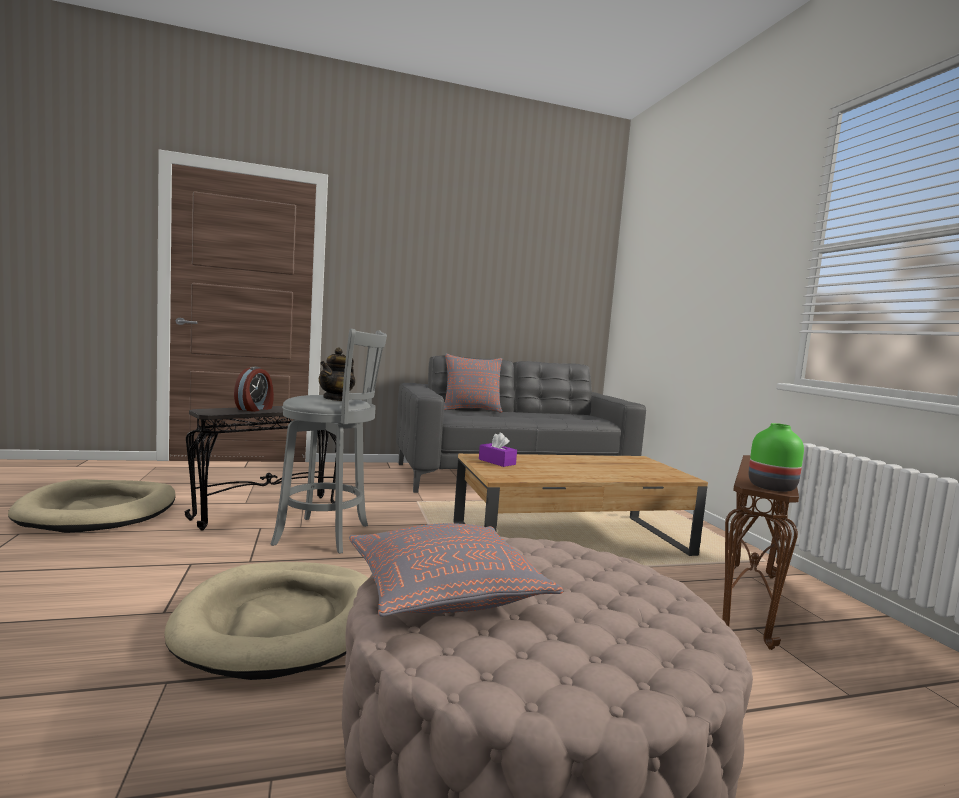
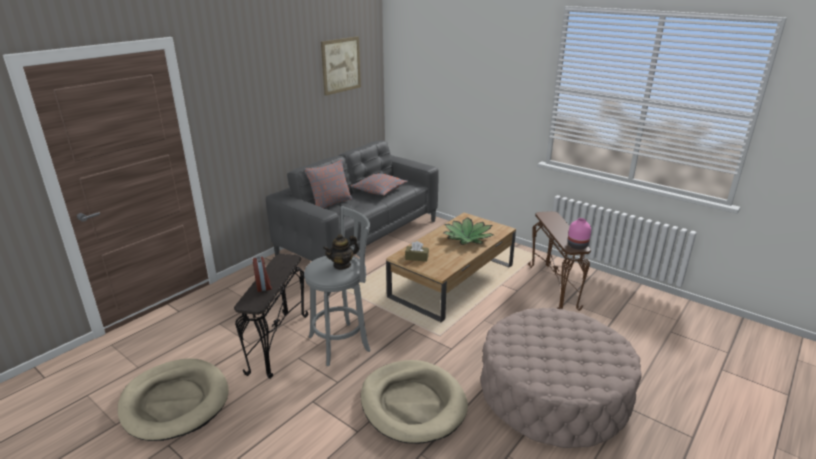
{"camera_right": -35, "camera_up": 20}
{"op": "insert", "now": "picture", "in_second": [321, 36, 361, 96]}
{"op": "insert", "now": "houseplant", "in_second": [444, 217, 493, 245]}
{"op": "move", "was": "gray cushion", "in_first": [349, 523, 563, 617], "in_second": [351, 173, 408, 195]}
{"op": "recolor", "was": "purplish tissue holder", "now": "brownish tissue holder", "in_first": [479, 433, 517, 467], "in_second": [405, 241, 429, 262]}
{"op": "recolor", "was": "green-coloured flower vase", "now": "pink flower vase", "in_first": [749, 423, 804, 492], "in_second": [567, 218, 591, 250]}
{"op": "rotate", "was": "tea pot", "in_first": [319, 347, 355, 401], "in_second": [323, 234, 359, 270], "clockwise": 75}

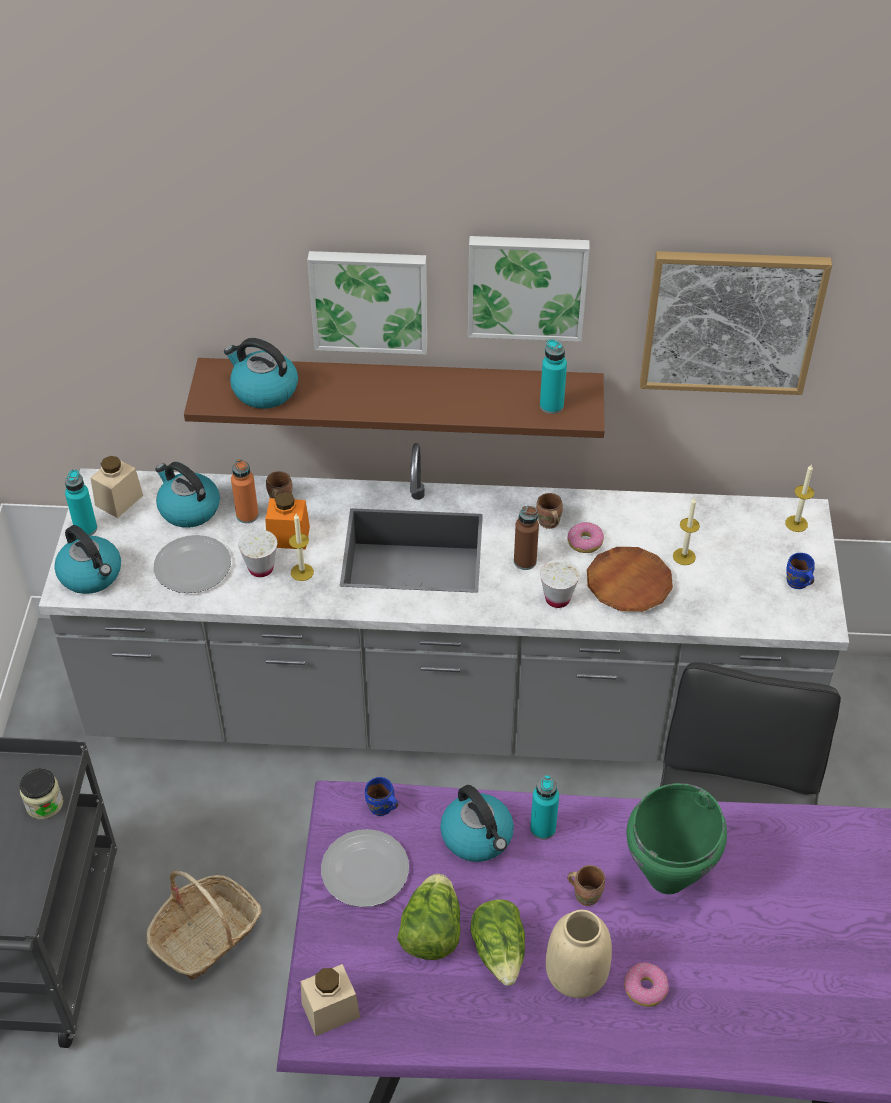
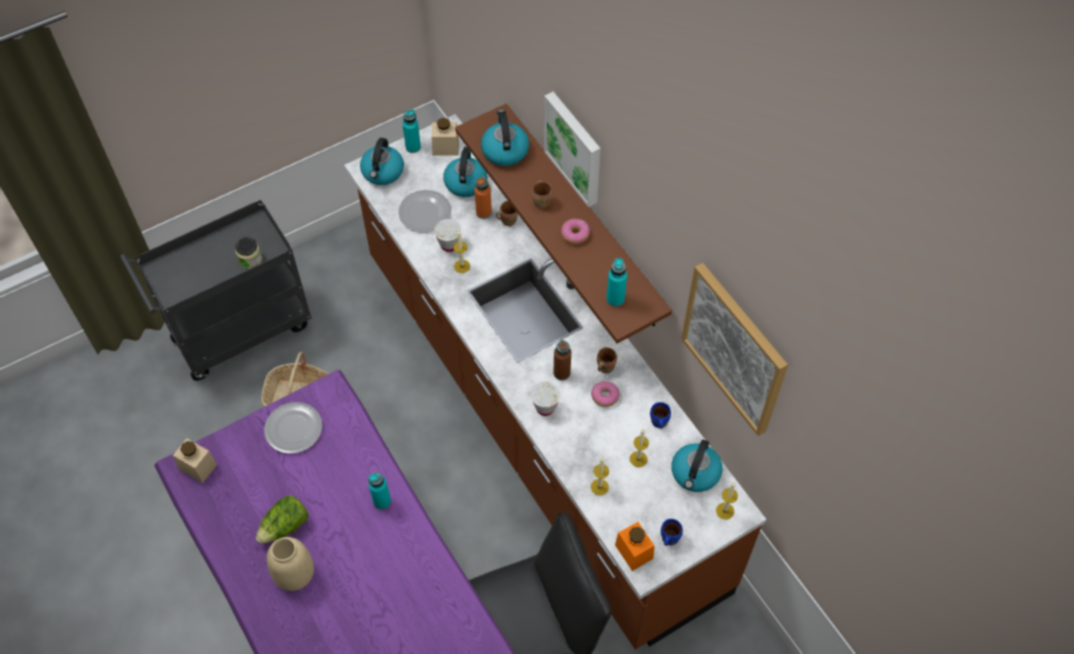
{"camera_right": 55, "camera_up": 10}
{"op": "delete", "was": "head of lettuce", "in_first": [397, 874, 460, 960]}
{"op": "delete", "was": "picture", "in_first": [468, 236, 589, 342]}
{"op": "delete", "was": "brownish plate", "in_first": [587, 547, 673, 612]}
{"op": "delete", "was": "green-coloured stockpot", "in_first": [627, 783, 727, 894]}
{"op": "insert", "now": "wax light", "in_second": [591, 457, 609, 495]}
{"op": "move", "was": "orange-coloured jar", "in_first": [265, 492, 310, 550], "in_second": [615, 522, 654, 571]}
{"op": "move", "was": "blue-coloured coffee mug", "in_first": [365, 777, 399, 816], "in_second": [650, 402, 671, 429]}
{"op": "move", "was": "tea kettle", "in_first": [440, 785, 514, 862], "in_second": [671, 440, 723, 492]}
{"op": "move", "was": "brownish coffee mug", "in_first": [567, 865, 605, 906], "in_second": [532, 180, 553, 209]}
{"op": "move", "was": "donut", "in_first": [624, 962, 669, 1007], "in_second": [561, 219, 590, 244]}
{"op": "recolor", "was": "gray counter", "now": "brownish counter", "in_first": [39, 443, 849, 763], "in_second": [344, 114, 766, 650]}

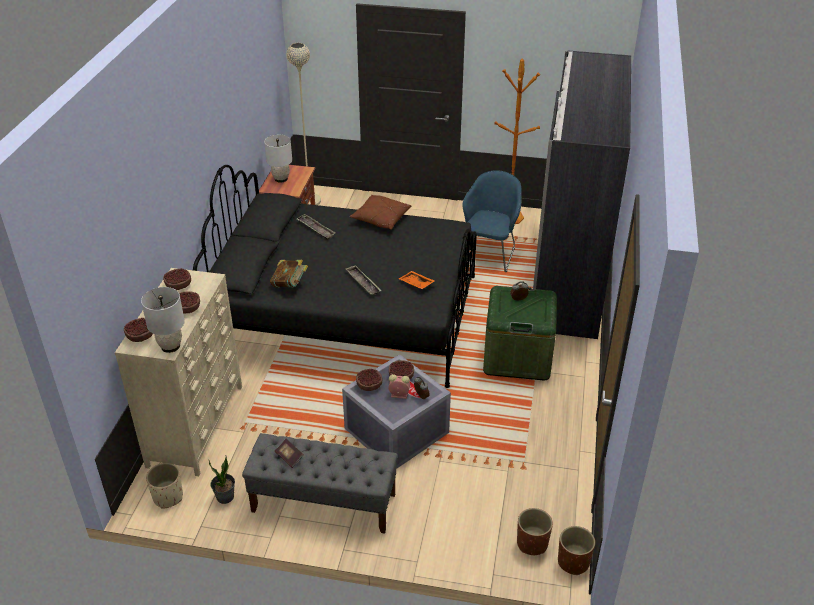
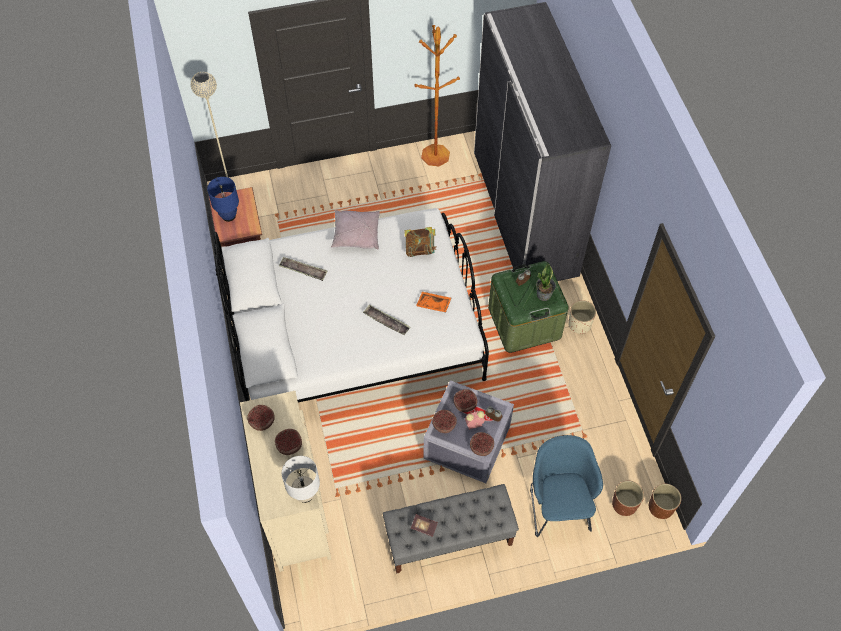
{"camera_right": -25, "camera_up": 20}
{"op": "move", "was": "serving bowl", "in_first": [124, 318, 153, 342], "in_second": [470, 432, 494, 456]}
{"op": "move", "was": "sand-coloured flower pot", "in_first": [146, 463, 183, 508], "in_second": [568, 300, 596, 334]}
{"op": "move", "was": "houseplant", "in_first": [209, 455, 235, 504], "in_second": [536, 264, 556, 301]}
{"op": "move", "was": "book", "in_first": [270, 260, 308, 288], "in_second": [405, 227, 437, 257]}
{"op": "move", "was": "blue-coloured armchair", "in_first": [462, 170, 522, 272], "in_second": [530, 435, 603, 537]}
{"op": "recolor", "was": "black-coloured bed", "now": "whitish bed", "in_first": [193, 165, 477, 388], "in_second": [213, 208, 489, 403]}
{"op": "recolor", "was": "whitish table lamp", "now": "blue-coloured table lamp", "in_first": [264, 135, 292, 183], "in_second": [207, 177, 239, 222]}
{"op": "recolor", "was": "brownish cushion", "now": "purplish cushion", "in_first": [350, 195, 411, 230], "in_second": [331, 210, 380, 249]}

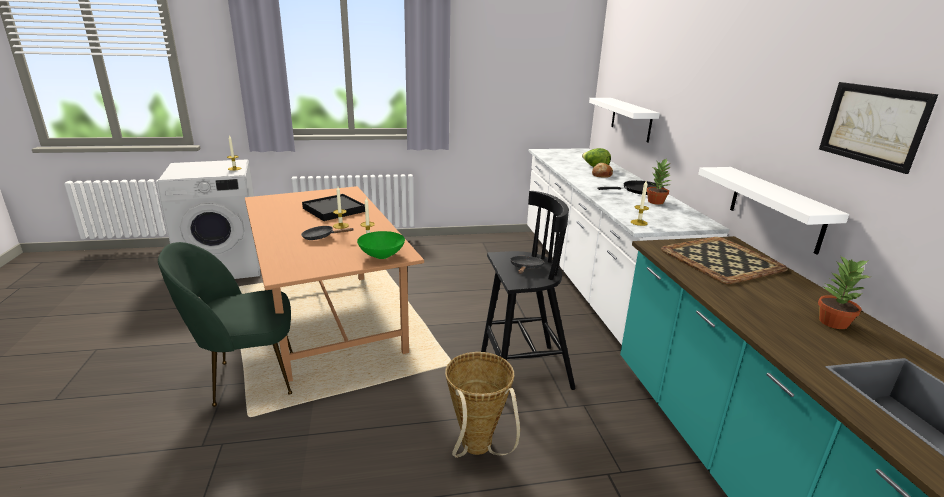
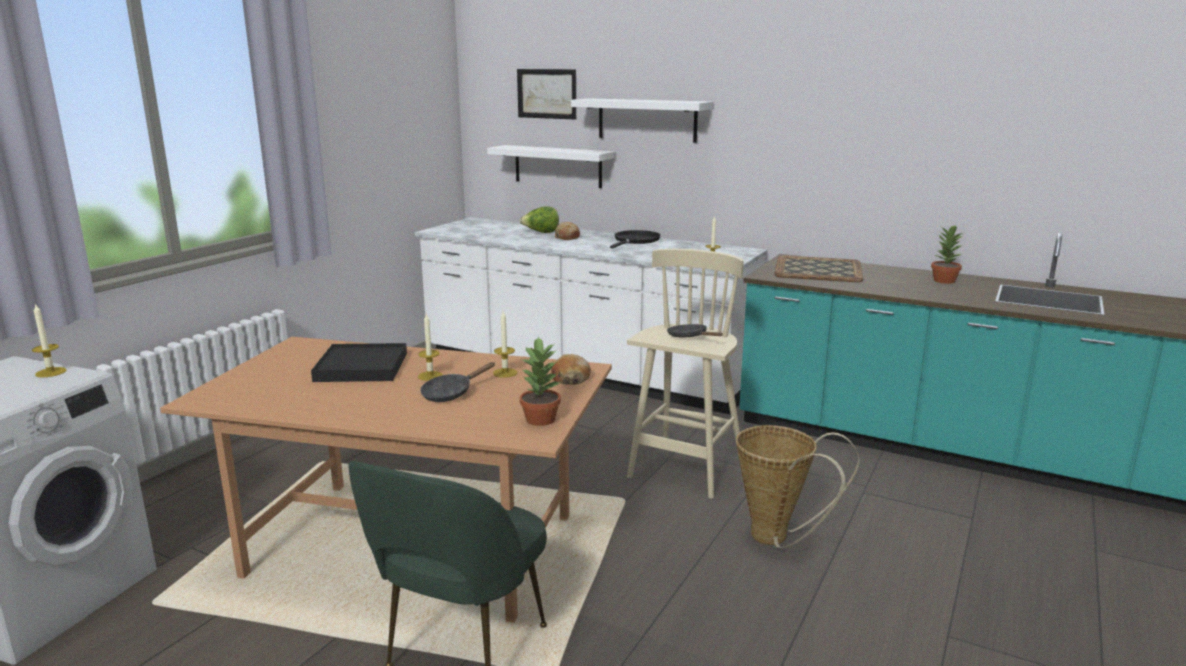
{"camera_right": -50, "camera_up": -5}
{"op": "move", "was": "houseplant", "in_first": [647, 158, 671, 205], "in_second": [520, 336, 561, 426]}
{"op": "move", "was": "whitish shelf", "in_first": [698, 167, 849, 255], "in_second": [571, 98, 712, 143]}
{"op": "move", "was": "picture", "in_first": [819, 82, 938, 174], "in_second": [517, 69, 576, 120]}
{"op": "replace", "was": "green-coloured serving bowl", "now": "bakery bread", "in_first": [357, 231, 405, 259], "in_second": [551, 354, 591, 385]}
{"op": "recolor", "was": "black-coloured stool seat", "now": "sand-coloured stool seat", "in_first": [481, 191, 576, 390], "in_second": [627, 249, 744, 499]}

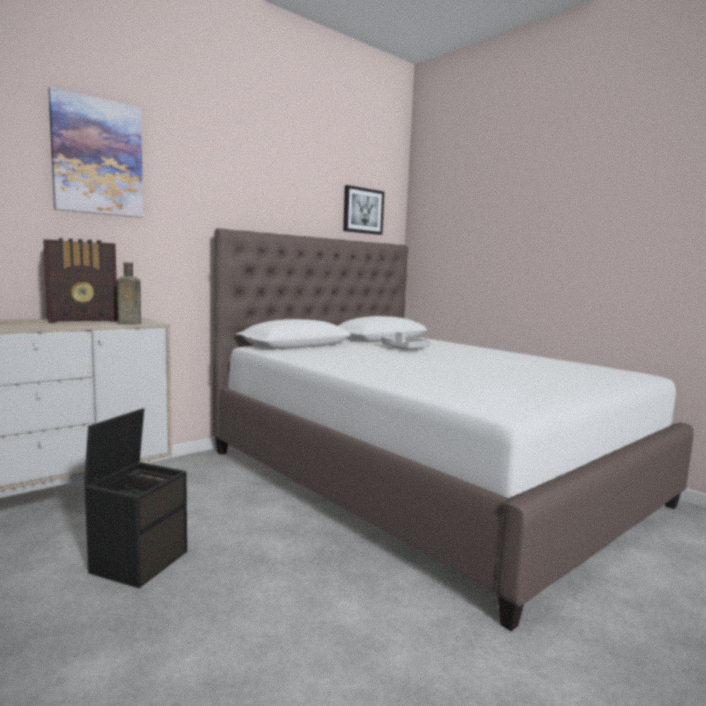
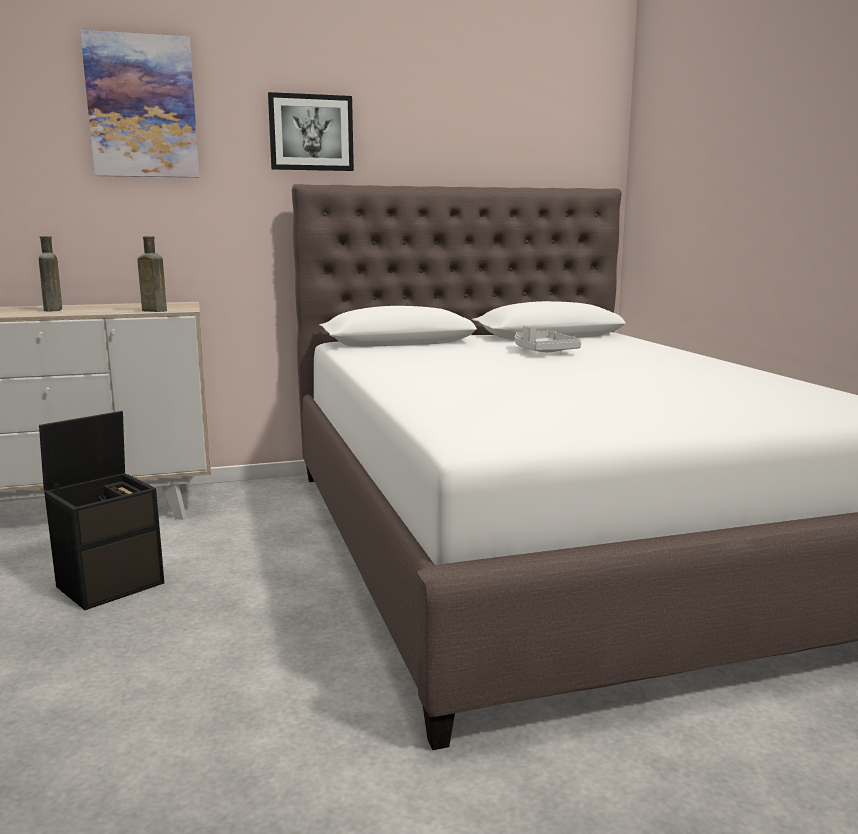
{"camera_right": 25, "camera_up": 5}
{"op": "delete", "was": "radio receiver", "in_first": [43, 238, 118, 323]}
{"op": "insert", "now": "brownish beverage bottle", "in_second": [39, 236, 62, 311]}
{"op": "move", "was": "picture", "in_first": [343, 185, 384, 235], "in_second": [268, 92, 354, 171]}

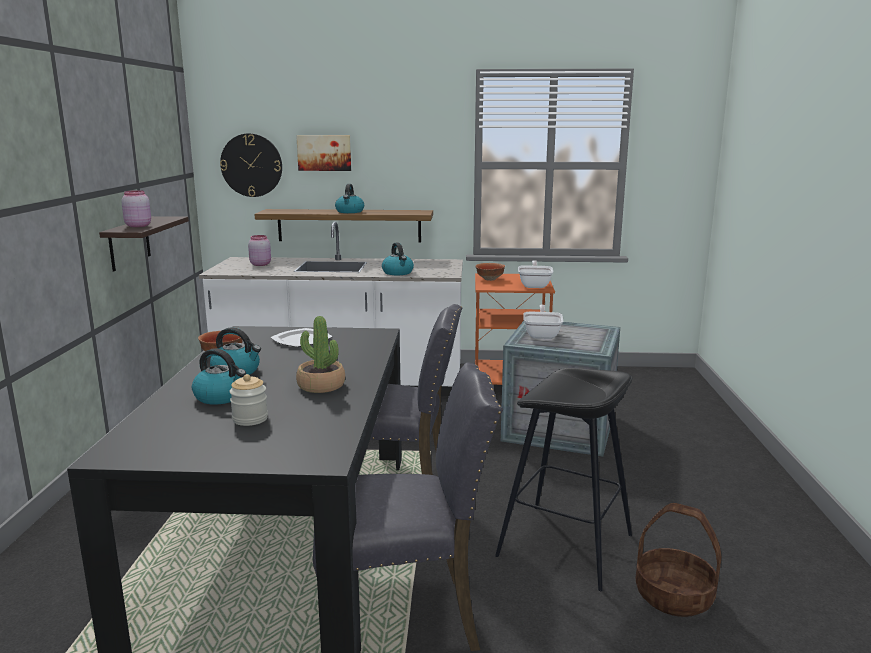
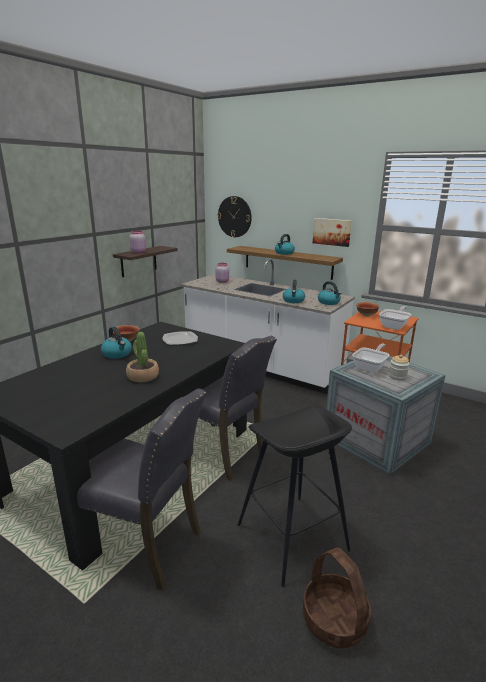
{"camera_right": 30, "camera_up": 5}
{"op": "move", "was": "tea kettle", "in_first": [192, 348, 246, 405], "in_second": [318, 281, 341, 305]}
{"op": "move", "was": "jar", "in_first": [229, 374, 268, 426], "in_second": [389, 355, 410, 381]}
{"op": "move", "was": "picture", "in_first": [296, 135, 351, 171], "in_second": [313, 218, 352, 247]}

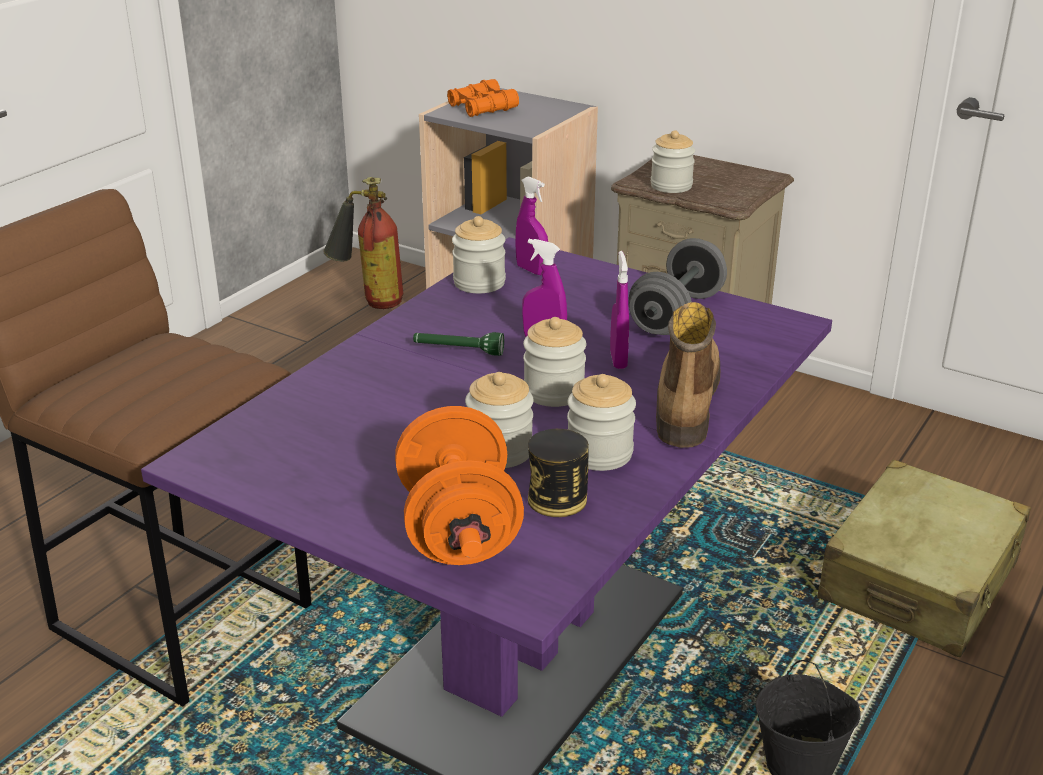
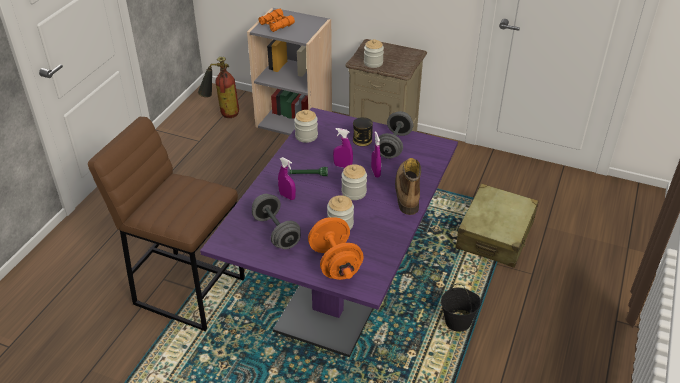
{"camera_right": -10, "camera_up": 10}
{"op": "delete", "was": "jar", "in_first": [567, 374, 636, 471]}
{"op": "insert", "now": "gray dumbbell", "in_second": [252, 194, 301, 249]}
{"op": "move", "was": "purplish spray bottle", "in_first": [515, 176, 548, 275], "in_second": [278, 157, 296, 200]}
{"op": "move", "was": "metal can", "in_first": [528, 429, 589, 517], "in_second": [353, 117, 373, 146]}

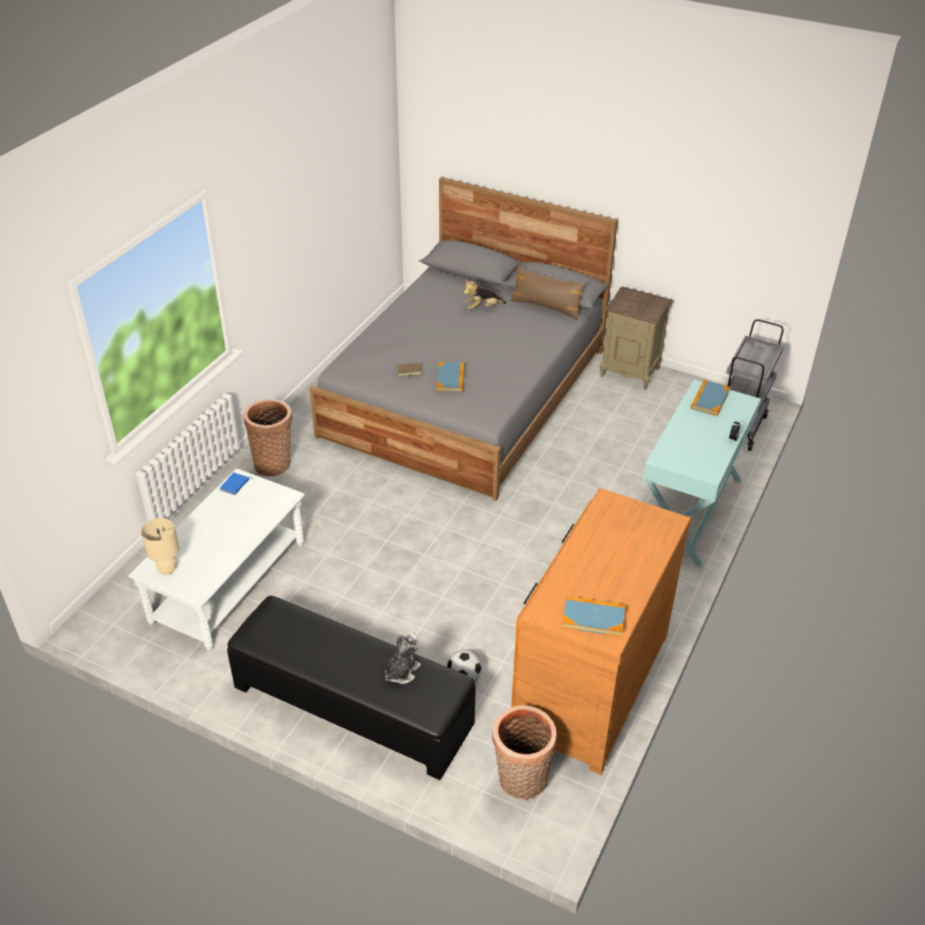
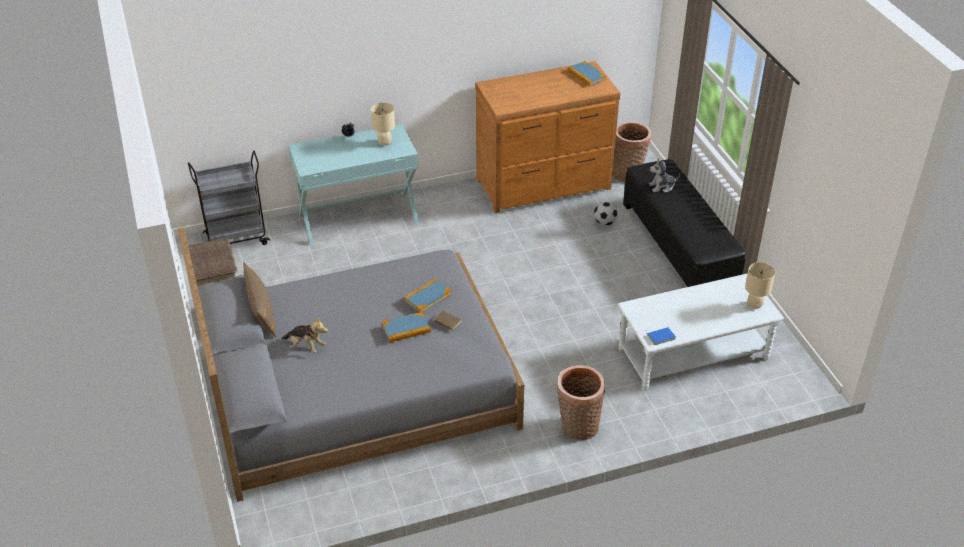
{"camera_right": -135, "camera_up": 0}
{"op": "insert", "now": "sand-coloured table lamp", "in_second": [371, 102, 395, 146]}
{"op": "move", "was": "book", "in_first": [691, 380, 730, 416], "in_second": [382, 312, 431, 342]}

